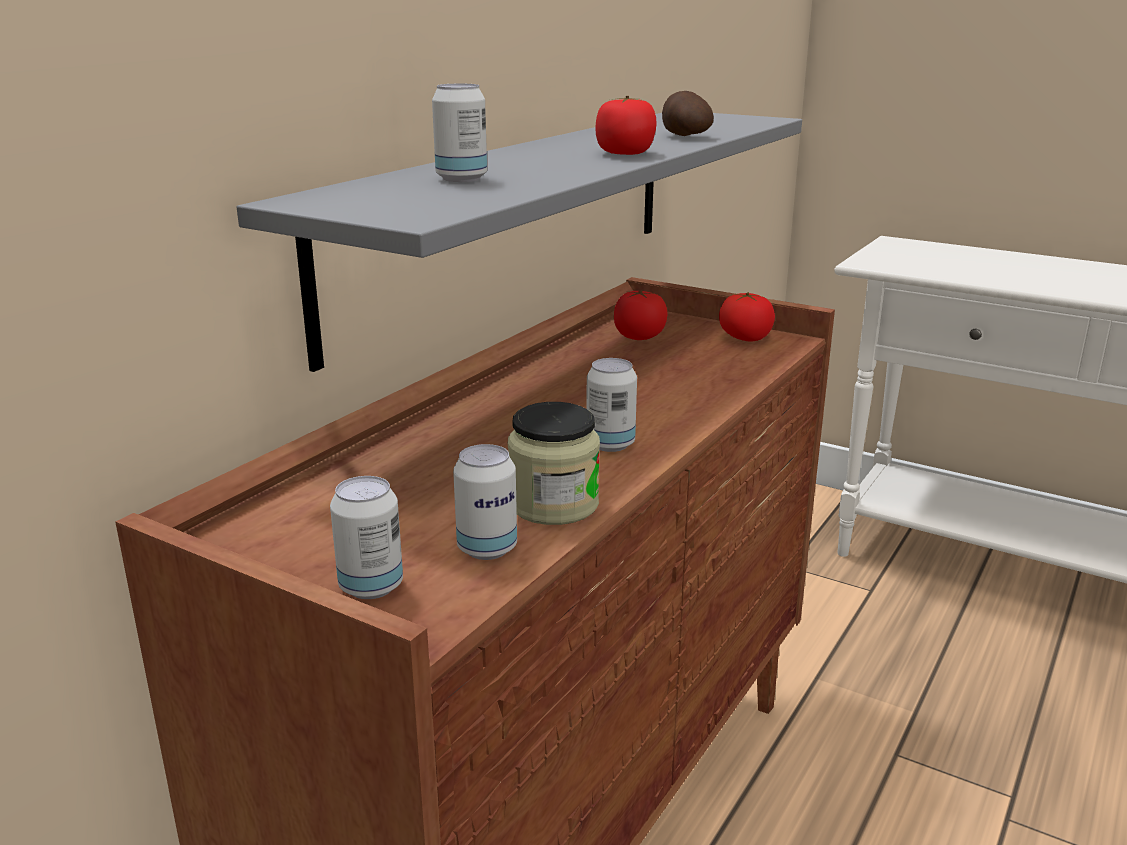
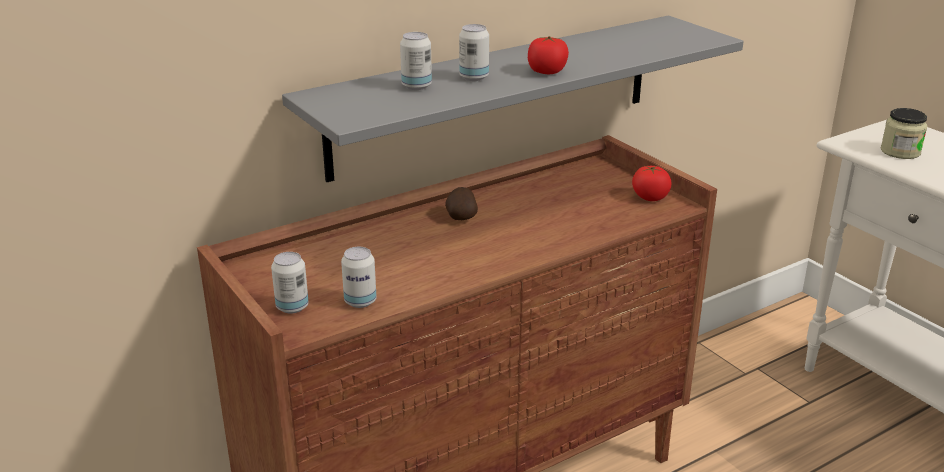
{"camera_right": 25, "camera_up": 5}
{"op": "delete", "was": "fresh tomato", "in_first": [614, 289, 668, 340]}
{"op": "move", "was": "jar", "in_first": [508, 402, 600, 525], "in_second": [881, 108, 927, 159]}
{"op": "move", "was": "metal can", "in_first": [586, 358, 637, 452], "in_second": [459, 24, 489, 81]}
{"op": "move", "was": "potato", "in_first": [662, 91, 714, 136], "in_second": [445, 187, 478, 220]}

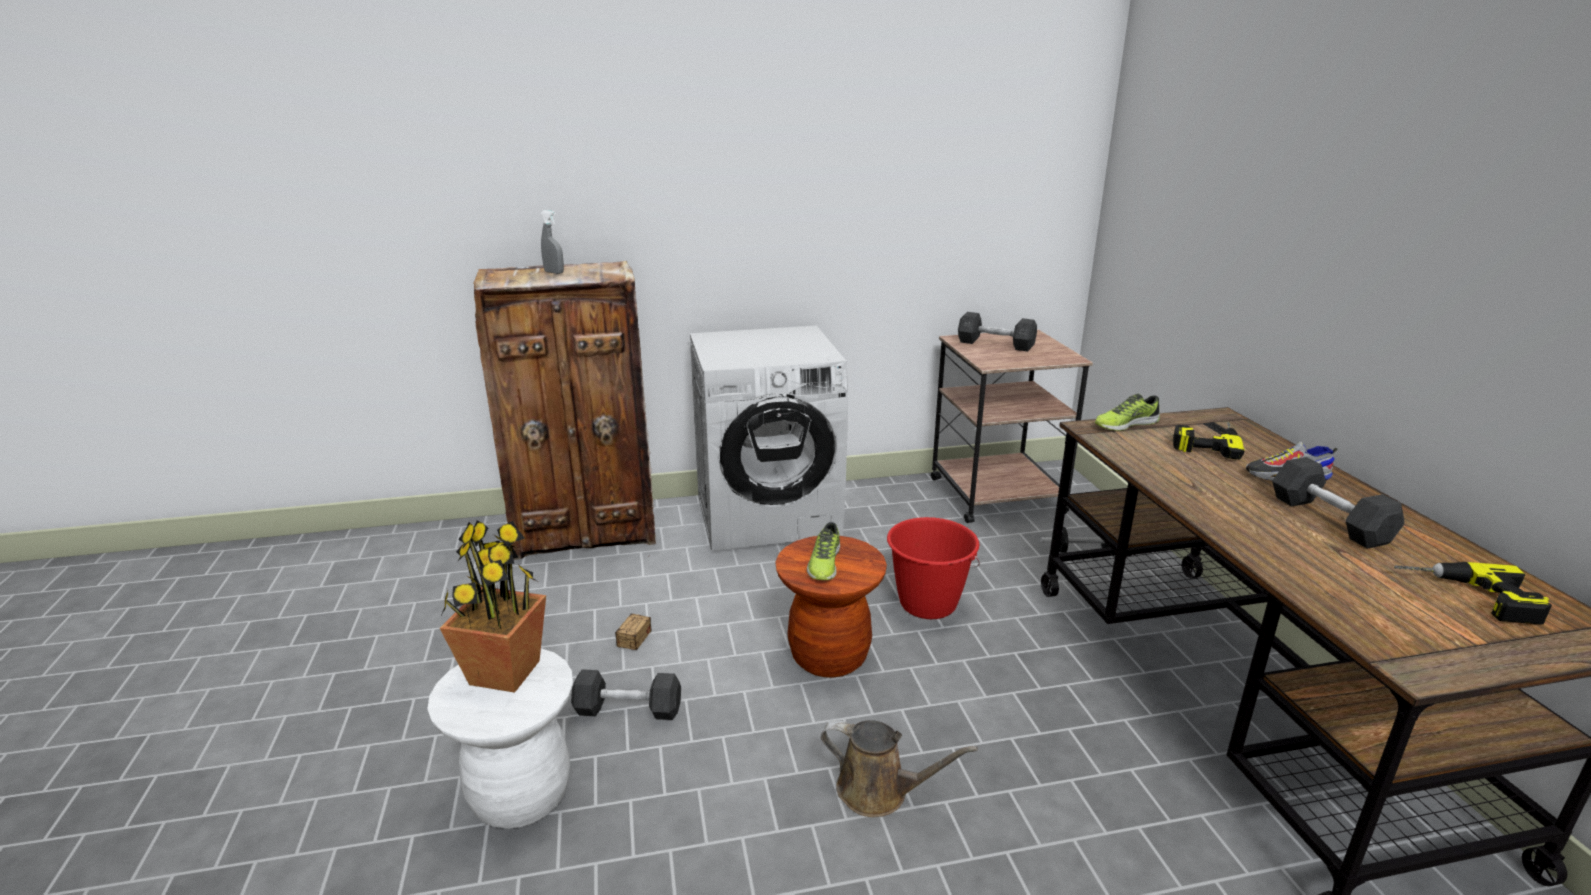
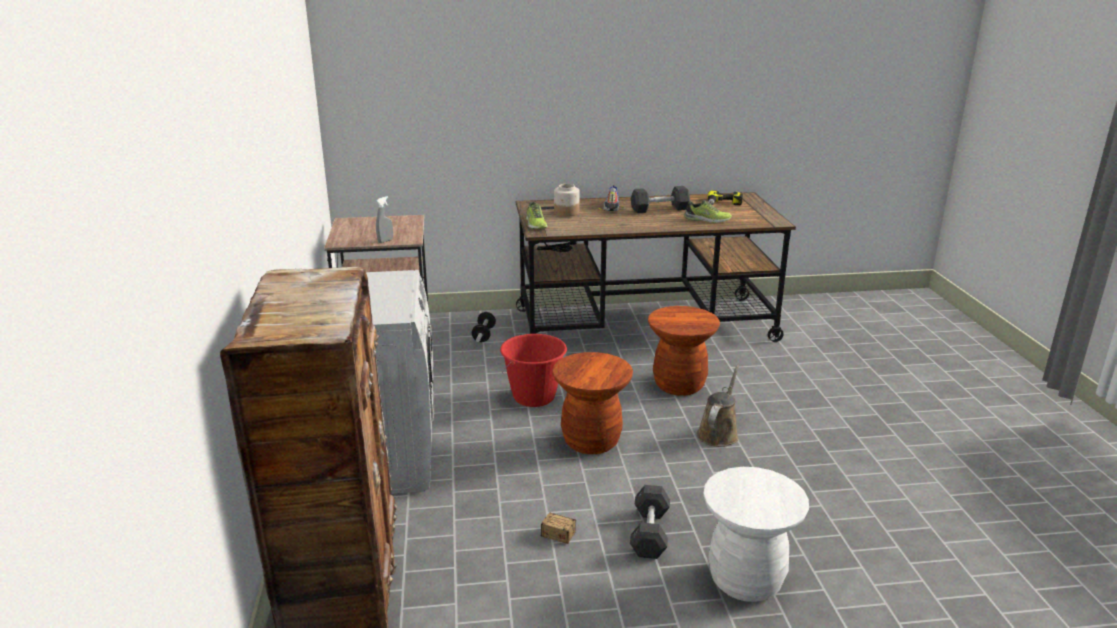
{"camera_right": -85, "camera_up": 0}
{"op": "delete", "was": "houseplant", "in_first": [440, 521, 546, 693]}
{"op": "delete", "was": "gray dumbbell", "in_first": [958, 312, 1037, 351]}
{"op": "insert", "now": "brownish stool seat", "in_second": [648, 306, 720, 396]}
{"op": "move", "was": "gray spray bottle", "in_first": [541, 210, 564, 274], "in_second": [376, 196, 393, 243]}
{"op": "move", "was": "item of footwear", "in_first": [807, 522, 840, 580], "in_second": [684, 200, 732, 223]}
{"op": "replace", "was": "power drill", "now": "jar", "in_first": [1173, 422, 1244, 460], "in_second": [554, 184, 580, 217]}

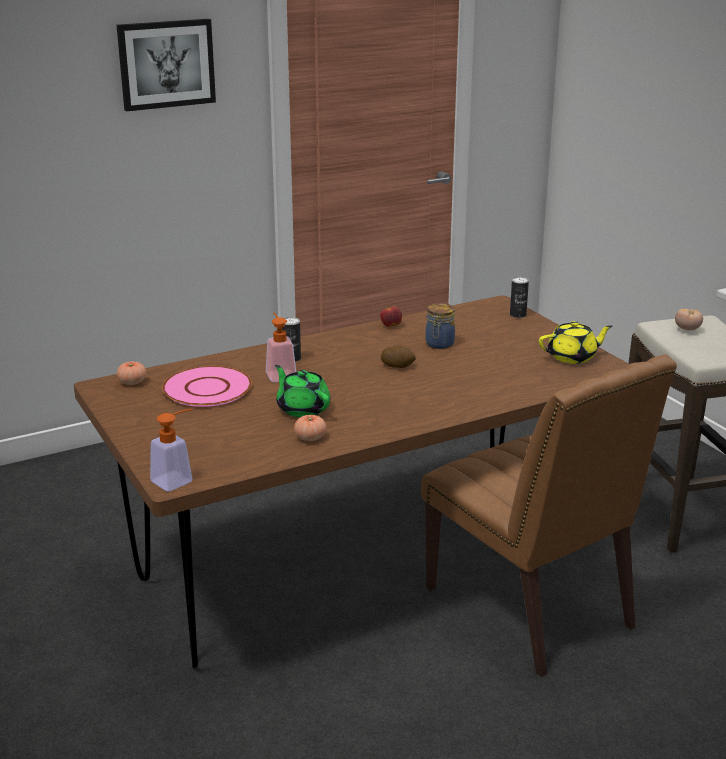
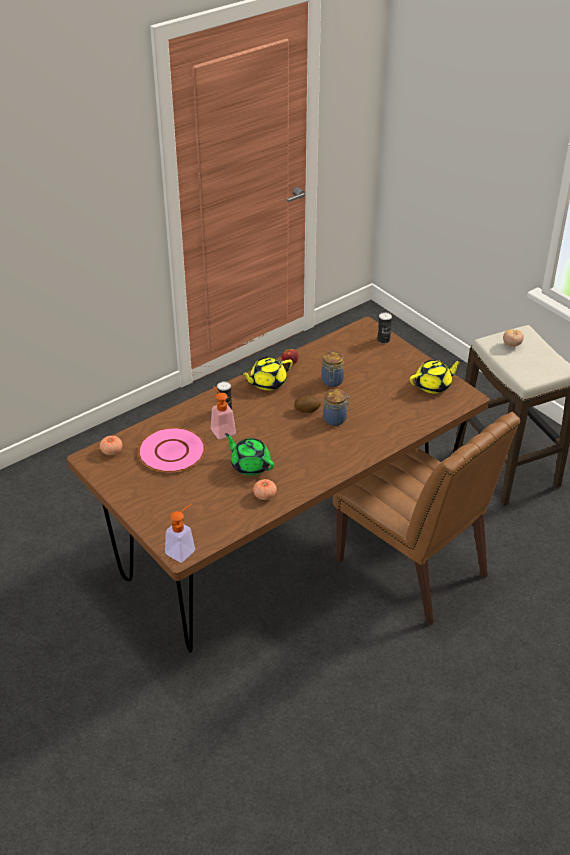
{"camera_right": -10, "camera_up": 15}
{"op": "delete", "was": "picture", "in_first": [117, 19, 216, 111]}
{"op": "insert", "now": "yellow tea pot", "in_second": [240, 357, 293, 391]}
{"op": "insert", "now": "jar", "in_second": [323, 389, 350, 426]}

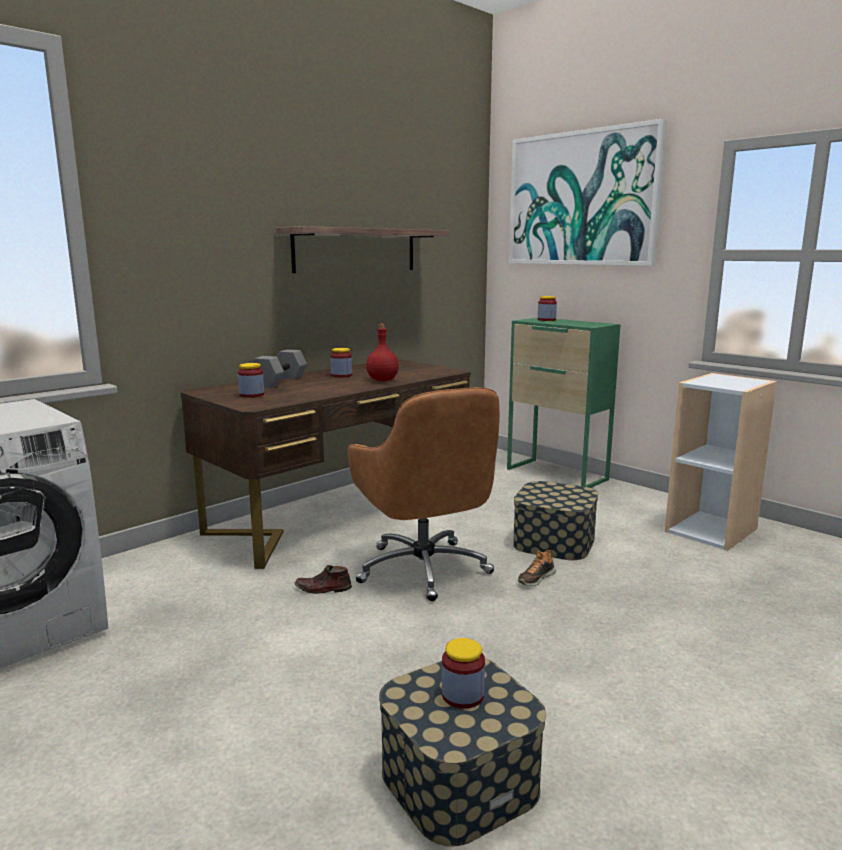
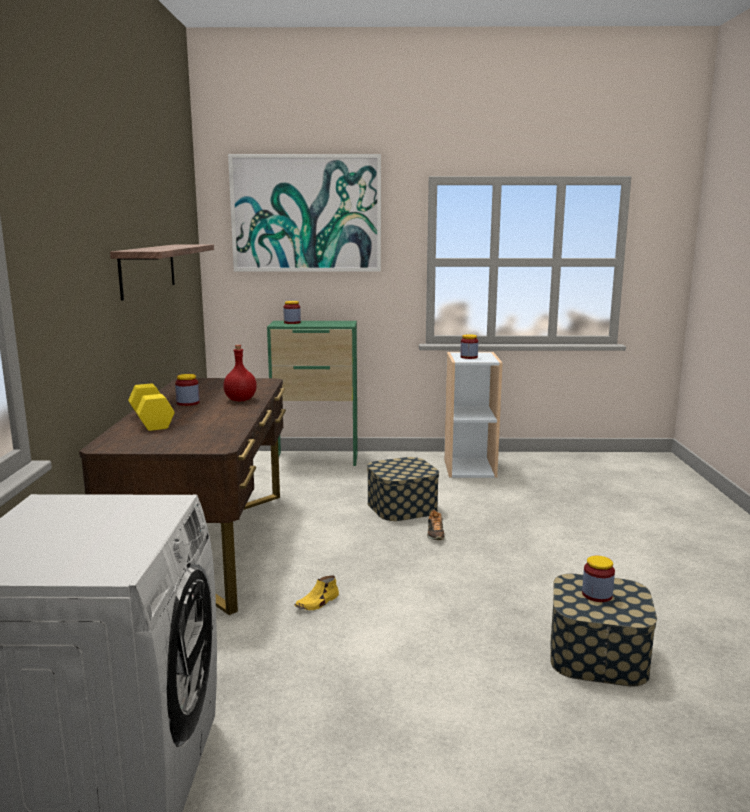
{"camera_right": -45, "camera_up": 0}
{"op": "delete", "was": "brownish computer chair", "in_first": [347, 387, 500, 601]}
{"op": "move", "was": "jar", "in_first": [238, 363, 264, 398], "in_second": [460, 334, 478, 359]}
{"op": "recolor", "was": "gray dumbbell", "now": "yellow dumbbell", "in_first": [252, 349, 307, 388], "in_second": [128, 383, 175, 431]}
{"op": "recolor", "was": "brownish item of footwear", "now": "yellow item of footwear", "in_first": [295, 565, 352, 594], "in_second": [295, 575, 339, 610]}

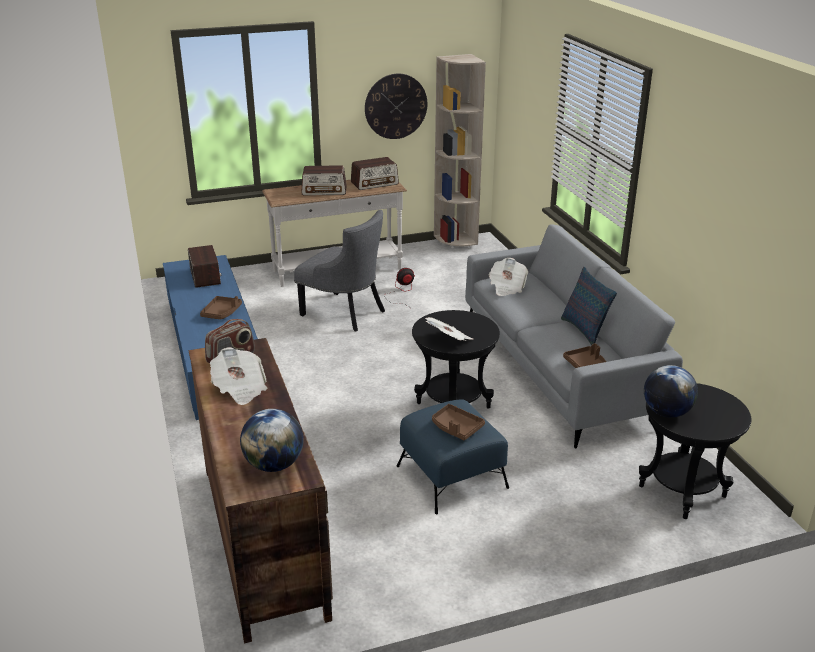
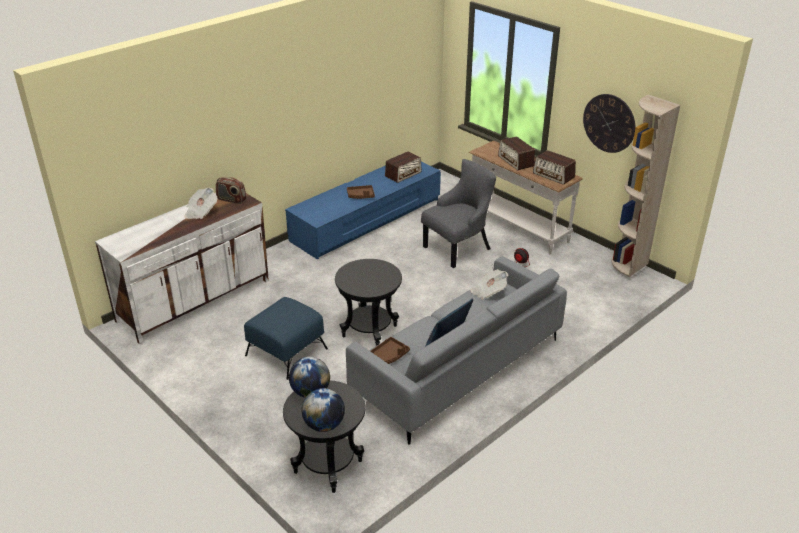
{"camera_right": 65, "camera_up": 5}
{"op": "delete", "was": "daily paper", "in_first": [425, 317, 473, 341]}
{"op": "delete", "was": "brownish tray", "in_first": [432, 404, 485, 441]}
{"op": "move", "was": "desk globe", "in_first": [240, 409, 304, 472], "in_second": [302, 388, 345, 432]}
{"op": "recolor", "was": "brownish storage cabinet", "now": "whitish storage cabinet", "in_first": [189, 338, 333, 644], "in_second": [95, 193, 269, 344]}
{"op": "rotate", "was": "gray armchair", "in_first": [294, 210, 385, 331], "in_second": [421, 159, 496, 268], "clockwise": -135}

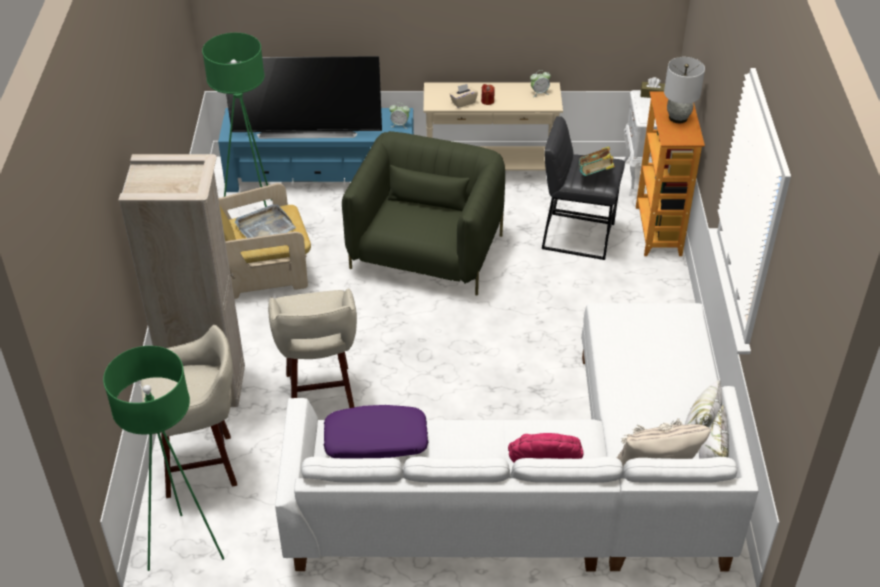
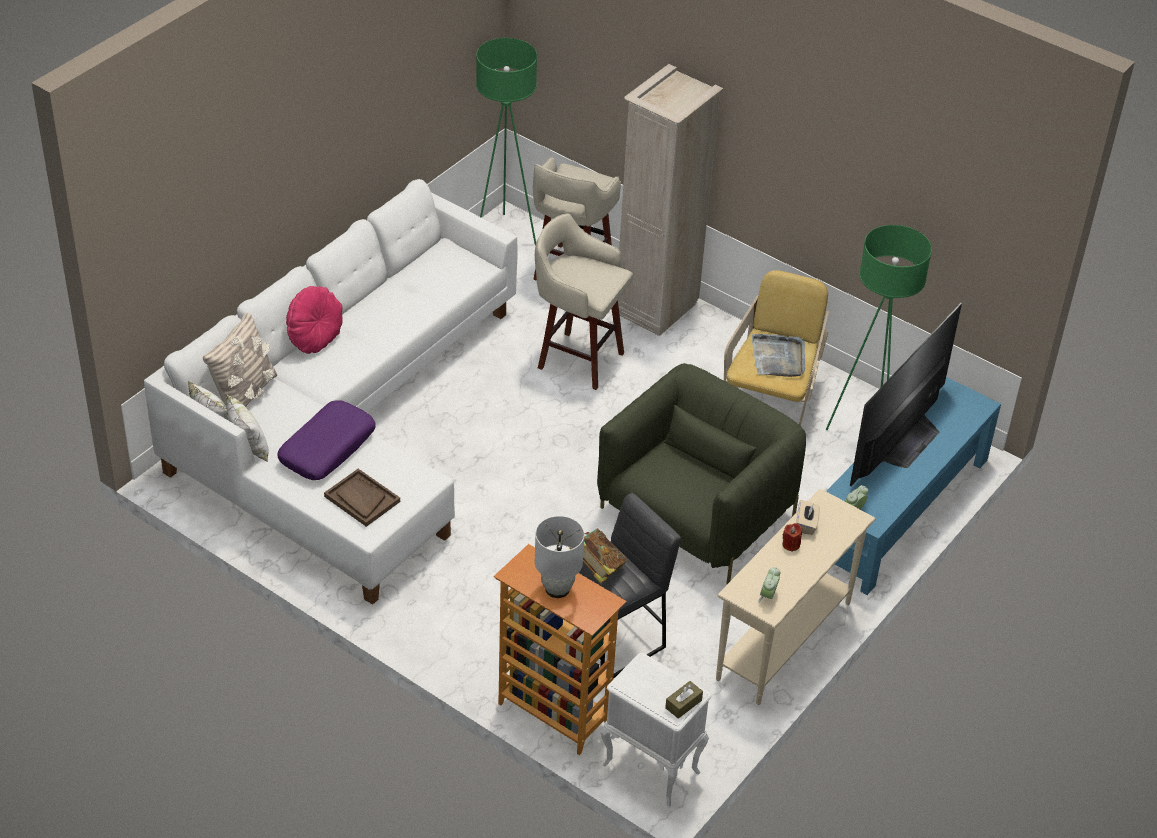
{"camera_right": 125, "camera_up": 0}
{"op": "insert", "now": "brownish tray", "in_second": [324, 469, 400, 527]}
{"op": "move", "was": "purplish cushion", "in_first": [324, 405, 428, 459], "in_second": [277, 401, 376, 480]}
{"op": "rotate", "was": "green-coloured armchair", "in_first": [342, 131, 505, 296], "in_second": [597, 363, 806, 584], "clockwise": -105}

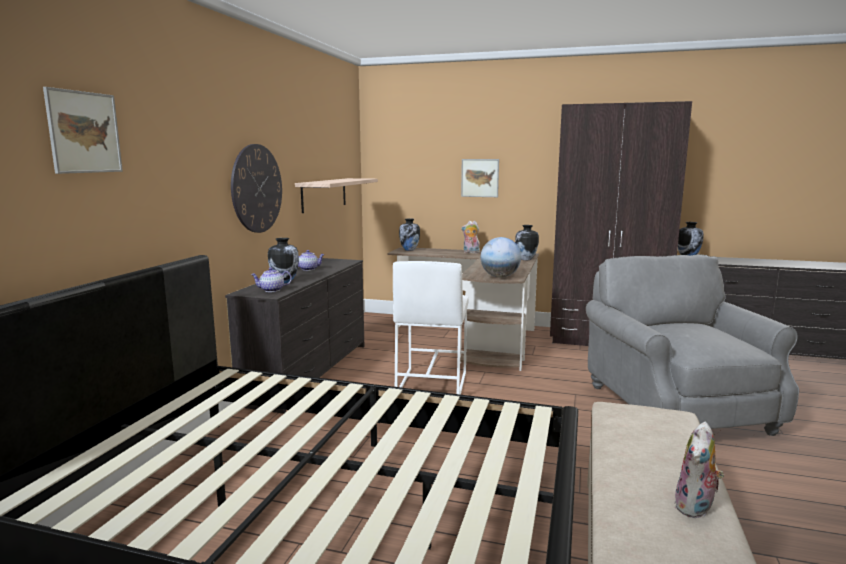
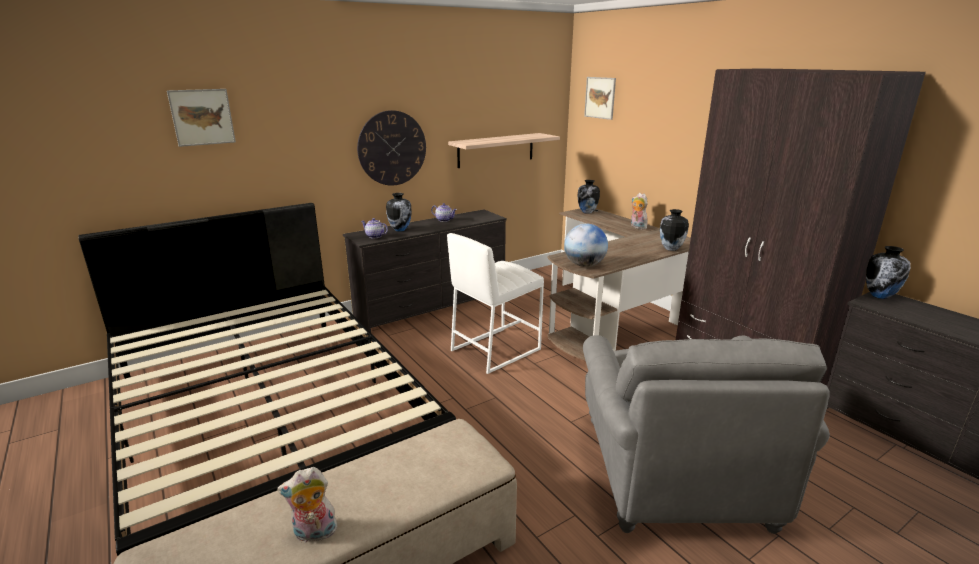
{"camera_right": 40, "camera_up": 10}
{"op": "move", "was": "picture", "in_first": [461, 159, 499, 197], "in_second": [584, 77, 616, 120]}
{"op": "rotate", "was": "gray armchair", "in_first": [586, 254, 799, 436], "in_second": [583, 335, 830, 534], "clockwise": 150}

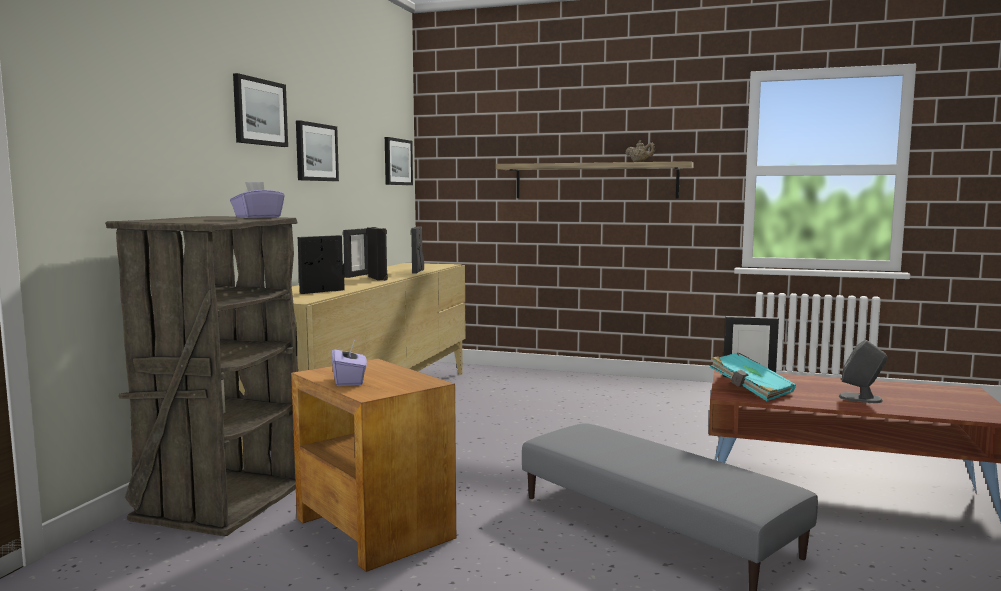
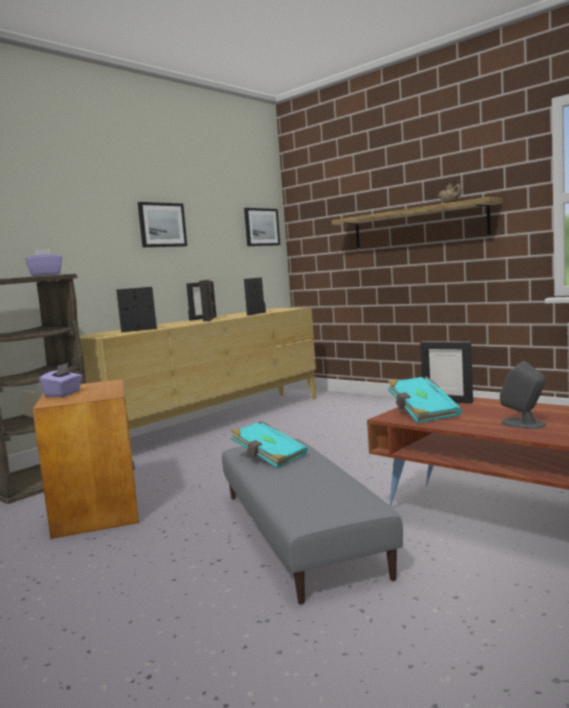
{"camera_right": 25, "camera_up": 0}
{"op": "delete", "was": "picture", "in_first": [233, 73, 288, 147]}
{"op": "insert", "now": "blue-green book", "in_second": [231, 421, 308, 468]}

